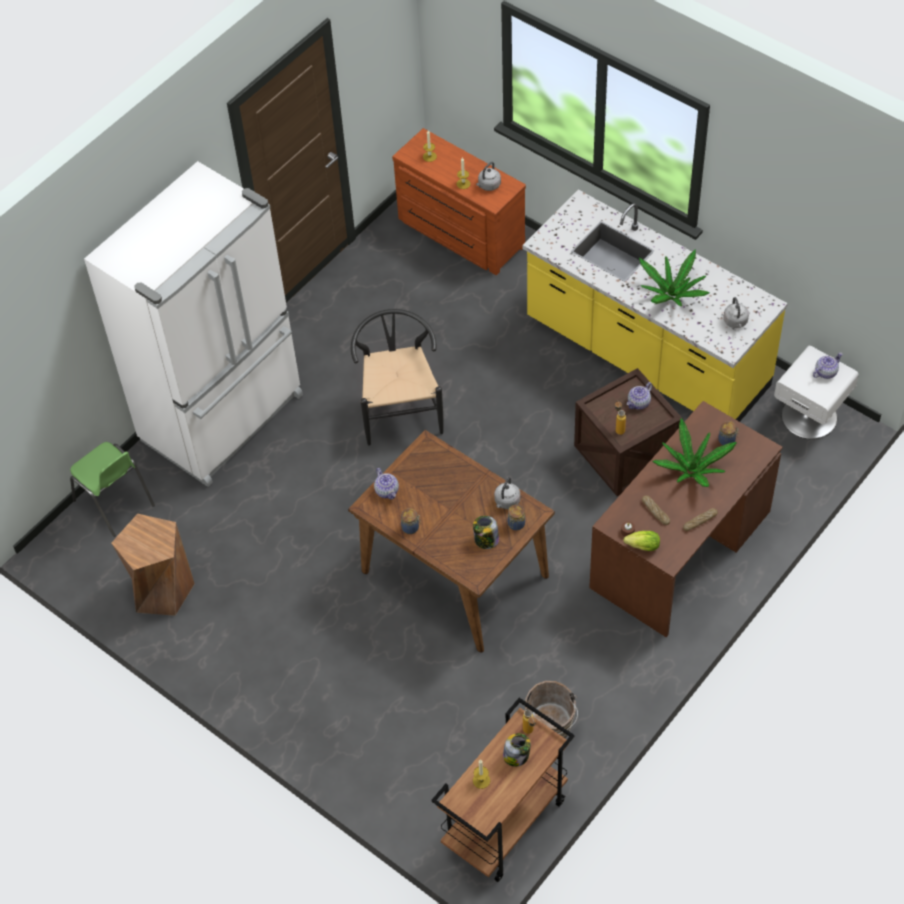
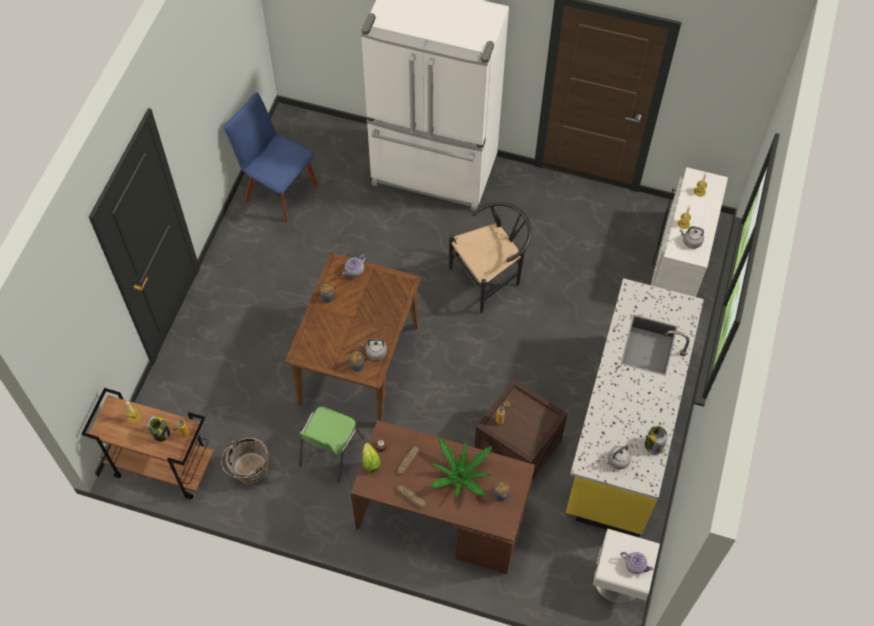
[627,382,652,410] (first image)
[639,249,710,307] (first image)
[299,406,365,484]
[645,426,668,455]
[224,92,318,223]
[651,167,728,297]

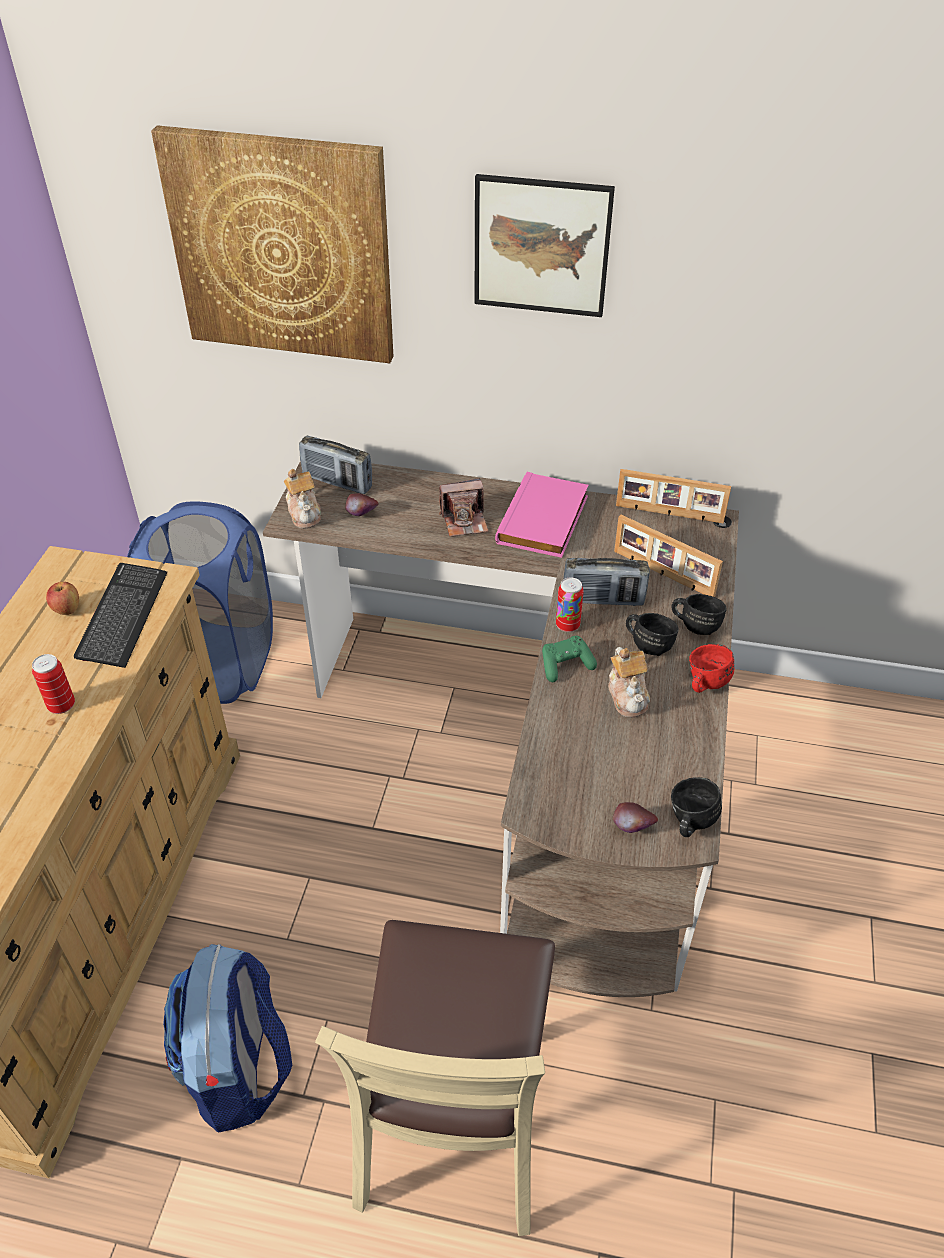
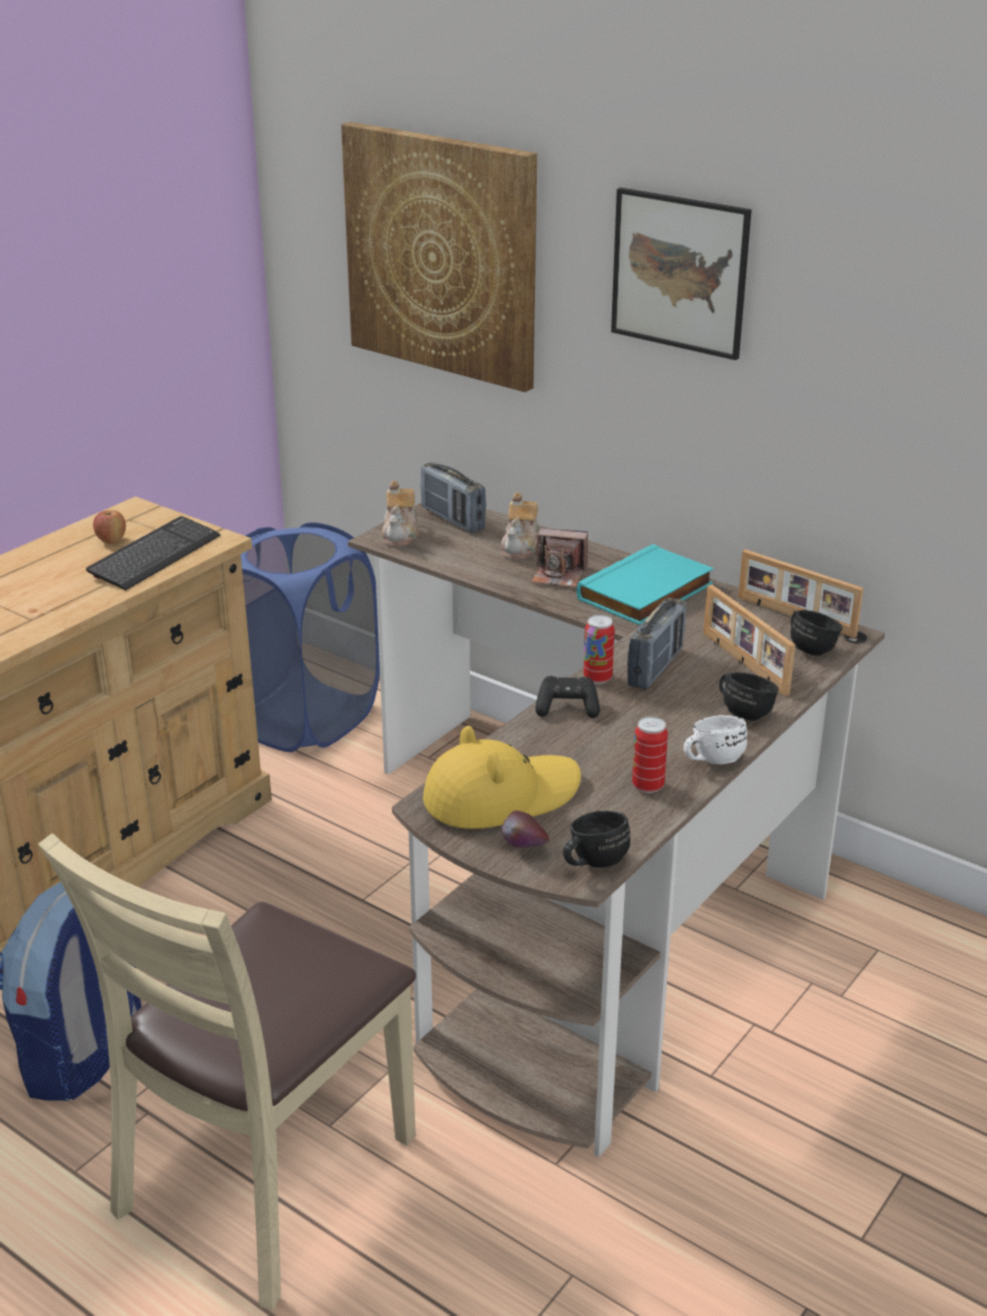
[345,493,379,516] (first image)
[423,726,581,829]
[632,716,668,793]
[501,492,539,560]
[791,610,842,656]
[577,544,714,625]
[535,676,600,718]
[684,715,747,764]
[627,598,686,689]

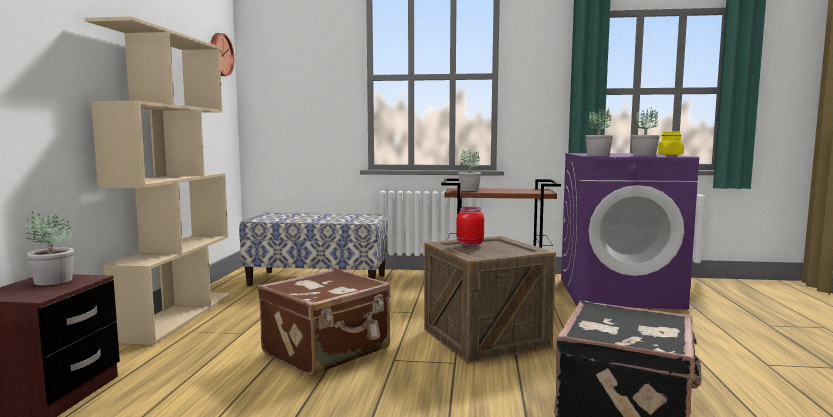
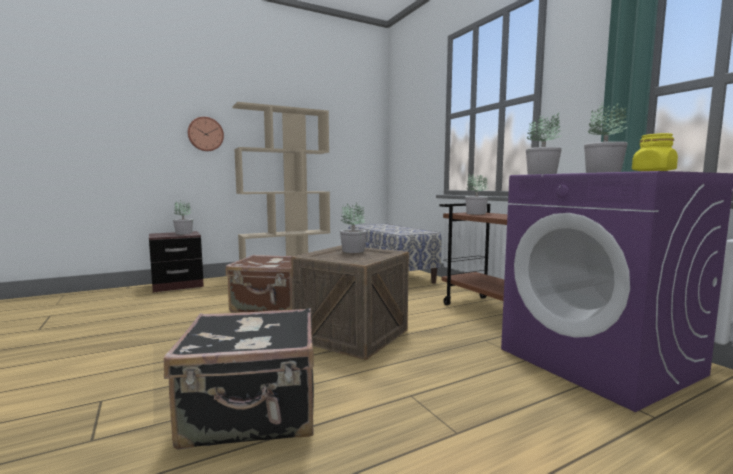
[187,117,224,151]
[340,202,367,253]

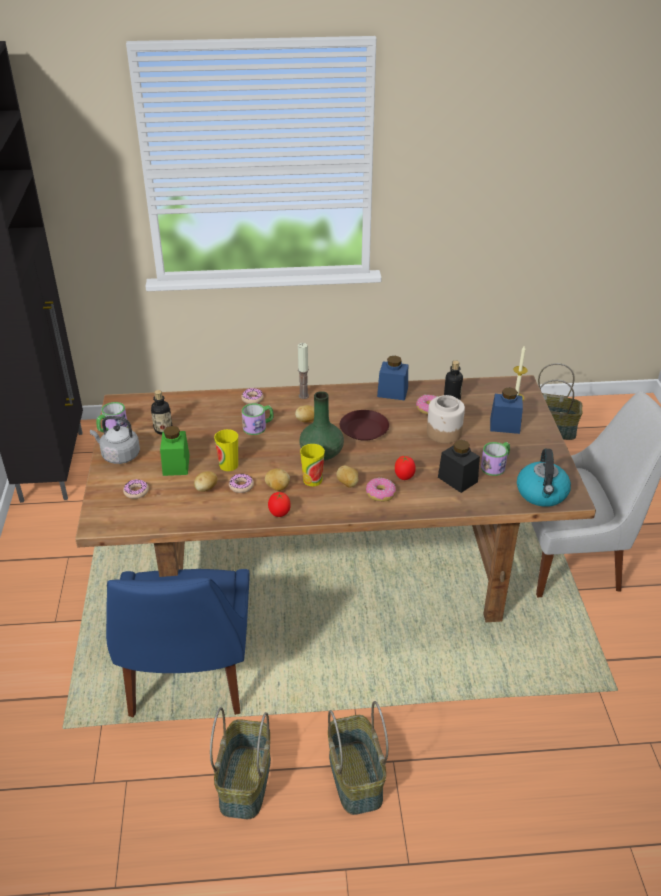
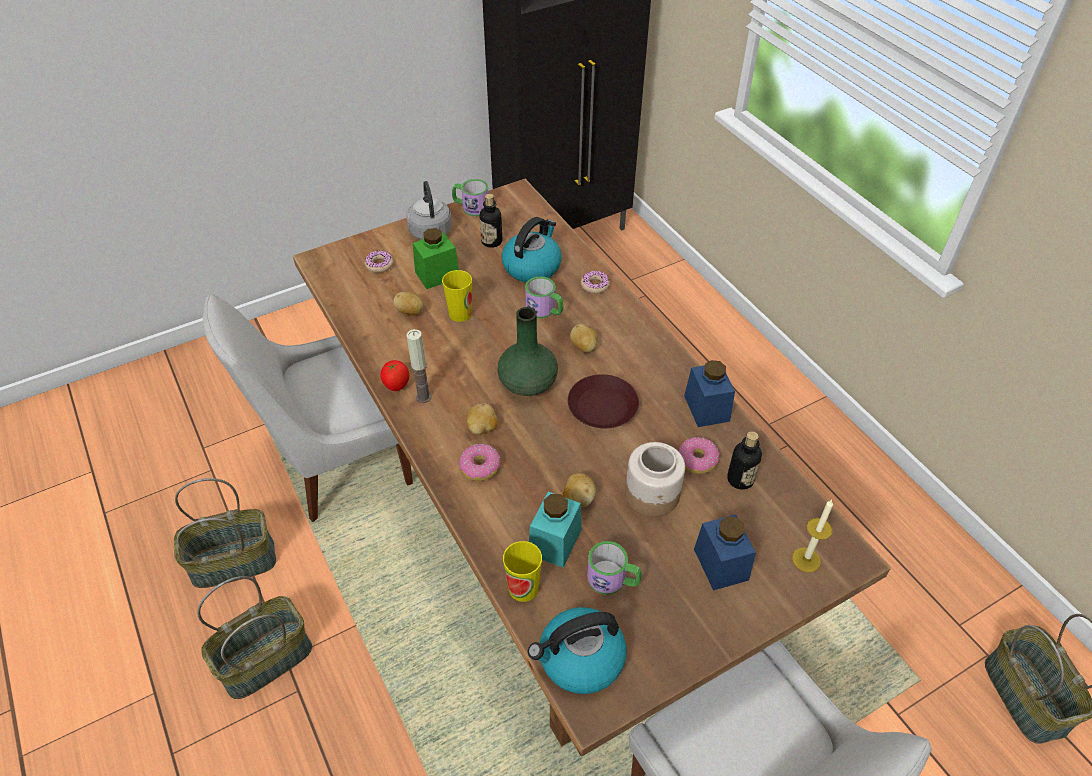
[229,474,254,493] (first image)
[395,456,416,480] (first image)
[502,217,562,283]
[563,473,596,508]
[406,329,431,403]
[503,541,542,602]
[203,294,413,522]
[529,492,582,568]

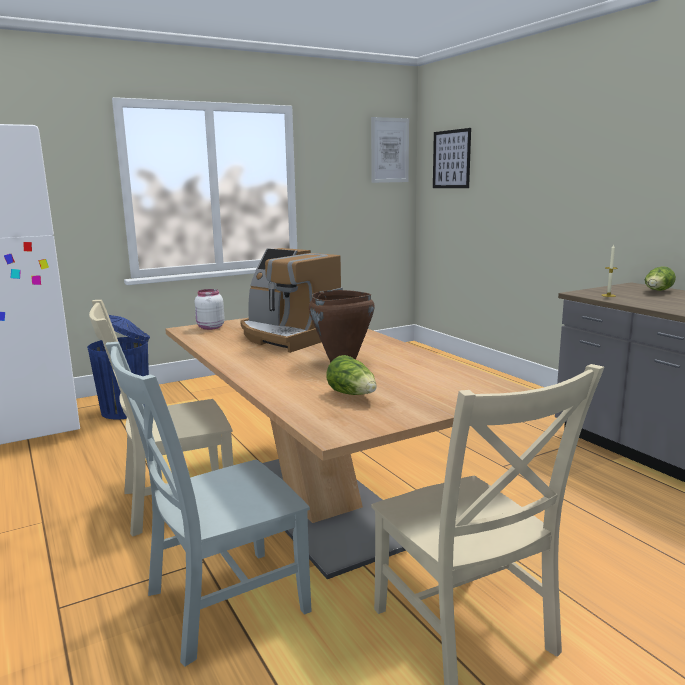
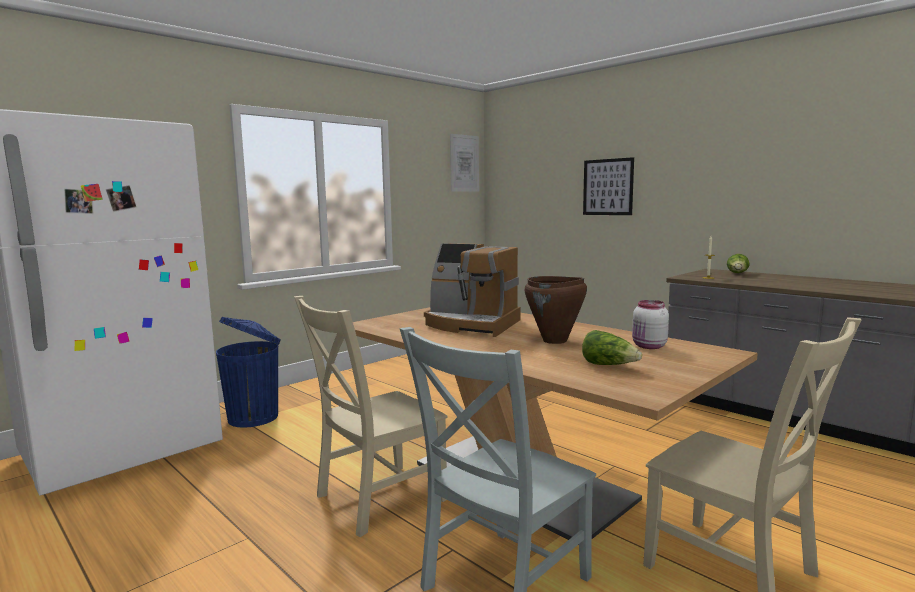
[632,300,669,349]
[583,157,634,215]

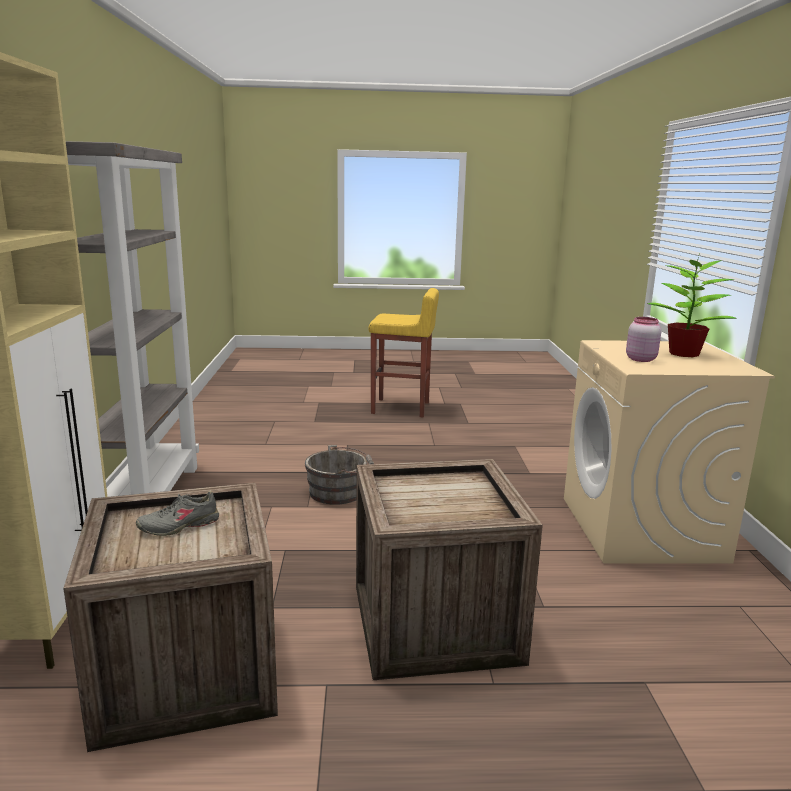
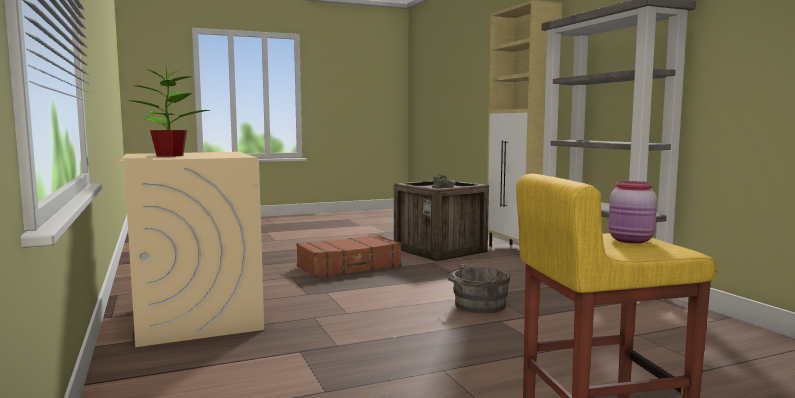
[608,181,657,243]
[296,234,401,278]

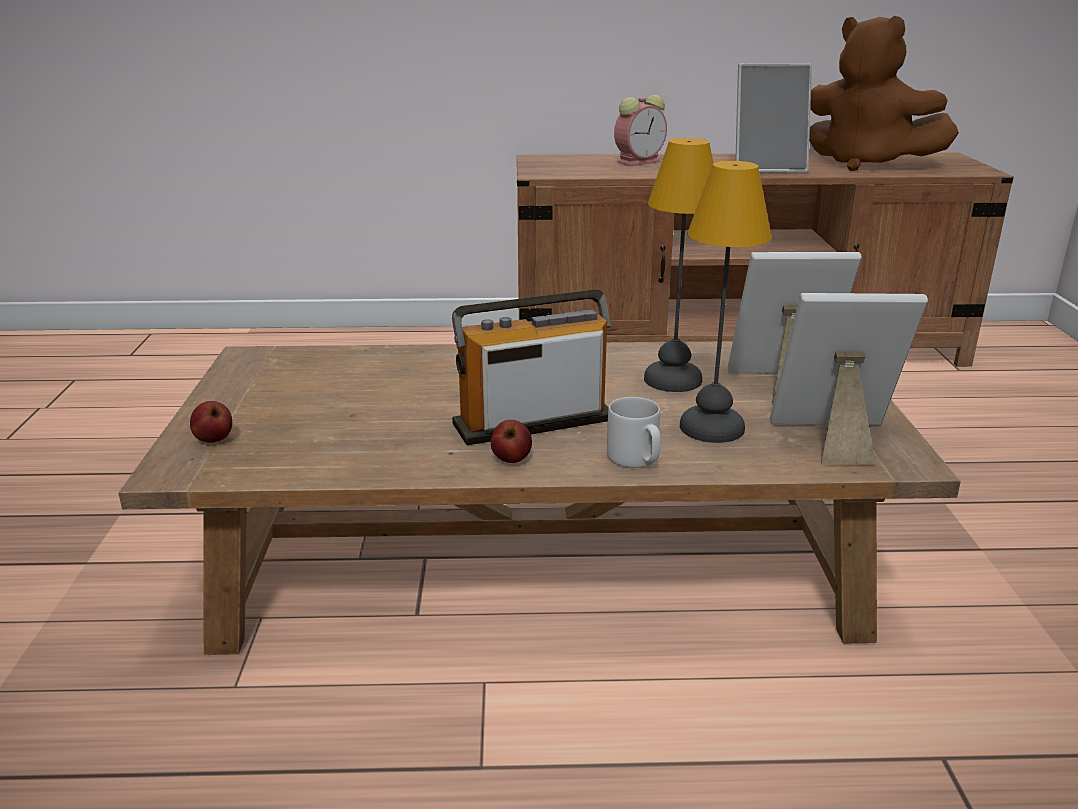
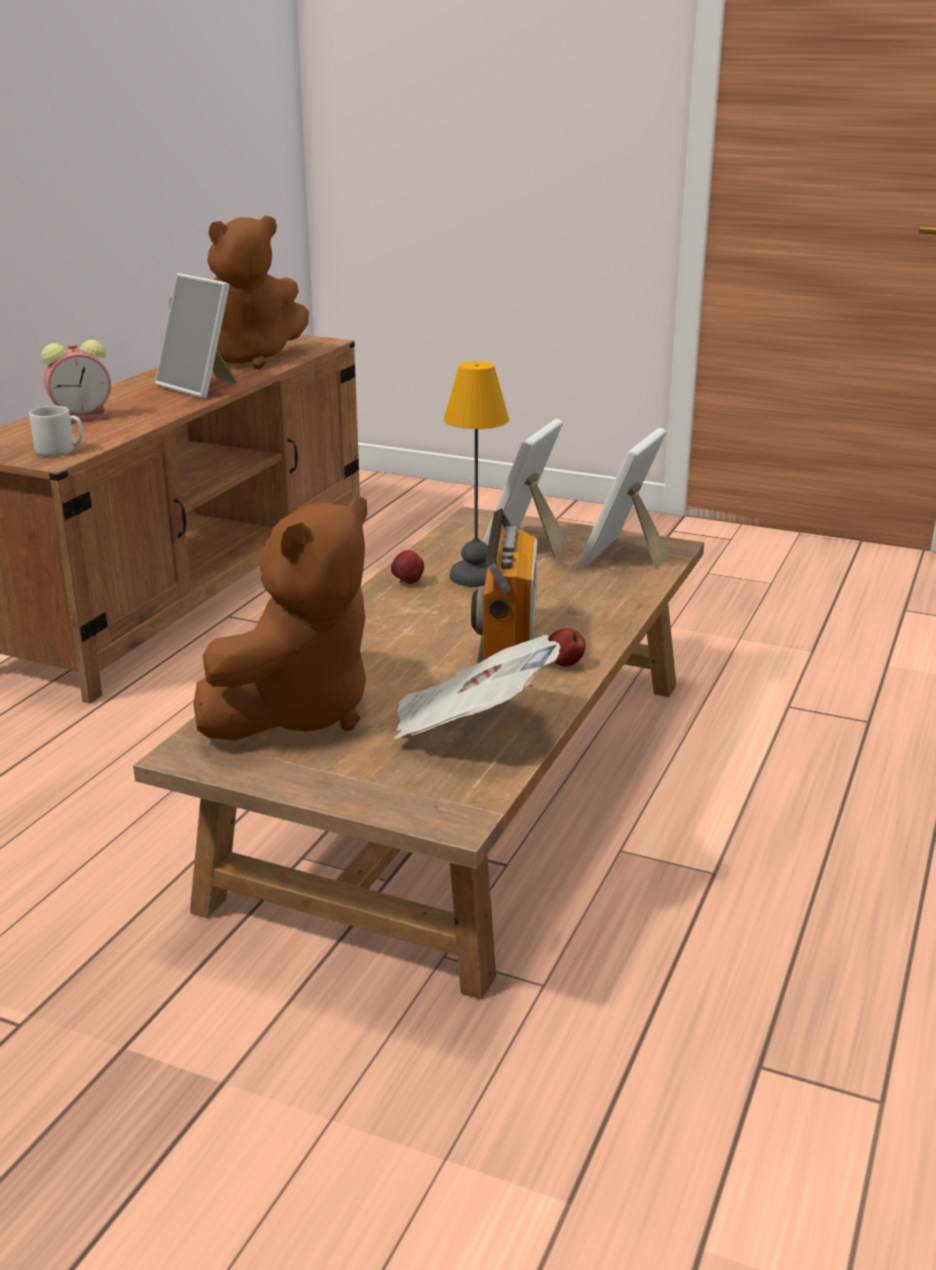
[680,161,772,443] (first image)
[193,497,367,741]
[394,635,560,739]
[391,550,424,584]
[29,406,83,456]
[42,340,111,422]
[155,273,238,398]

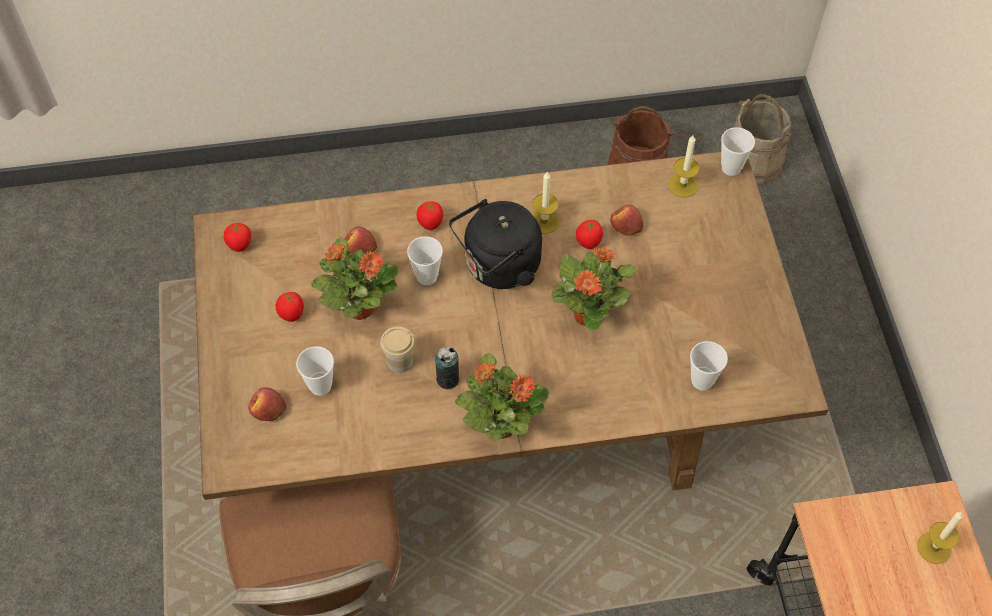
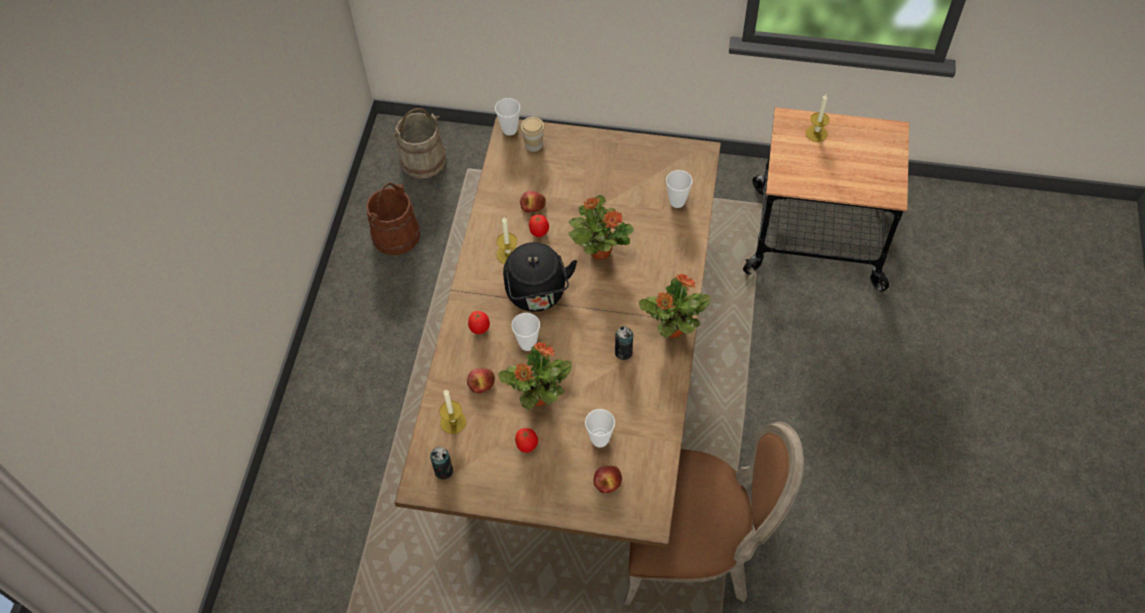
[521,117,545,152]
[439,389,466,434]
[430,447,453,479]

